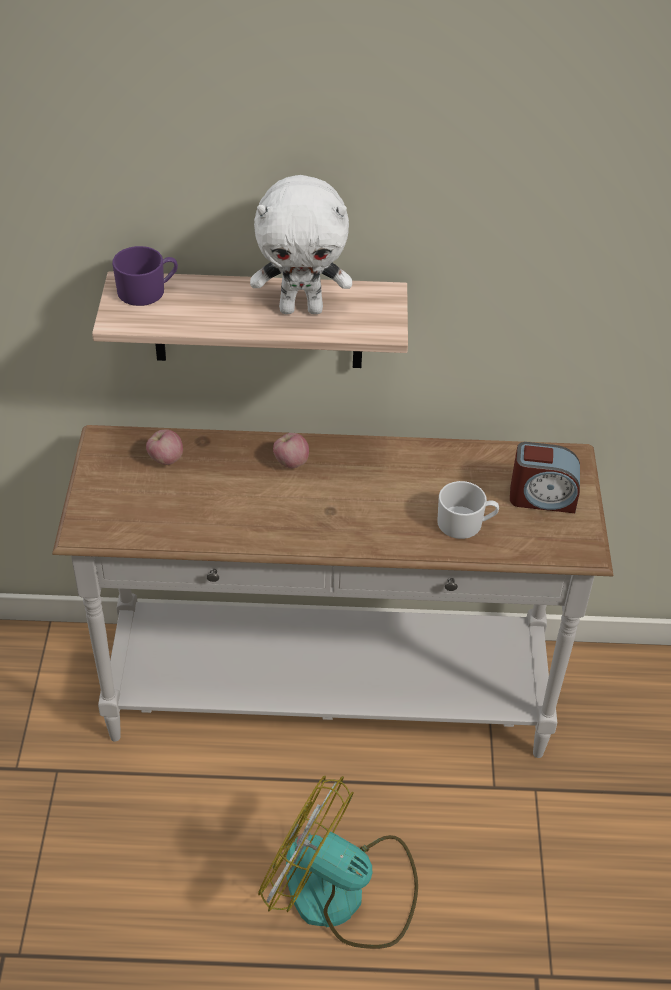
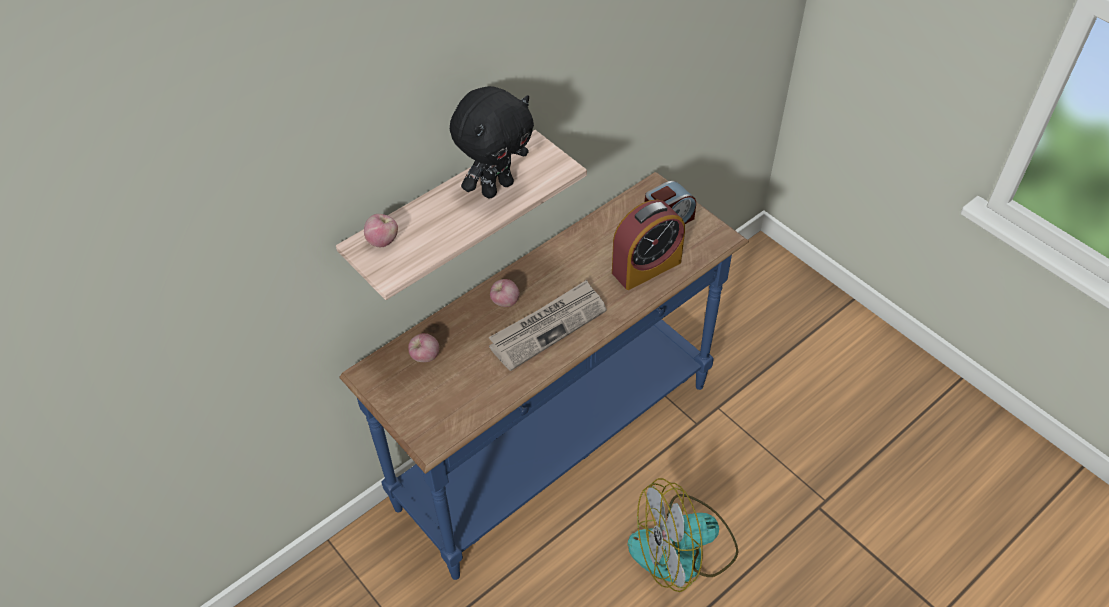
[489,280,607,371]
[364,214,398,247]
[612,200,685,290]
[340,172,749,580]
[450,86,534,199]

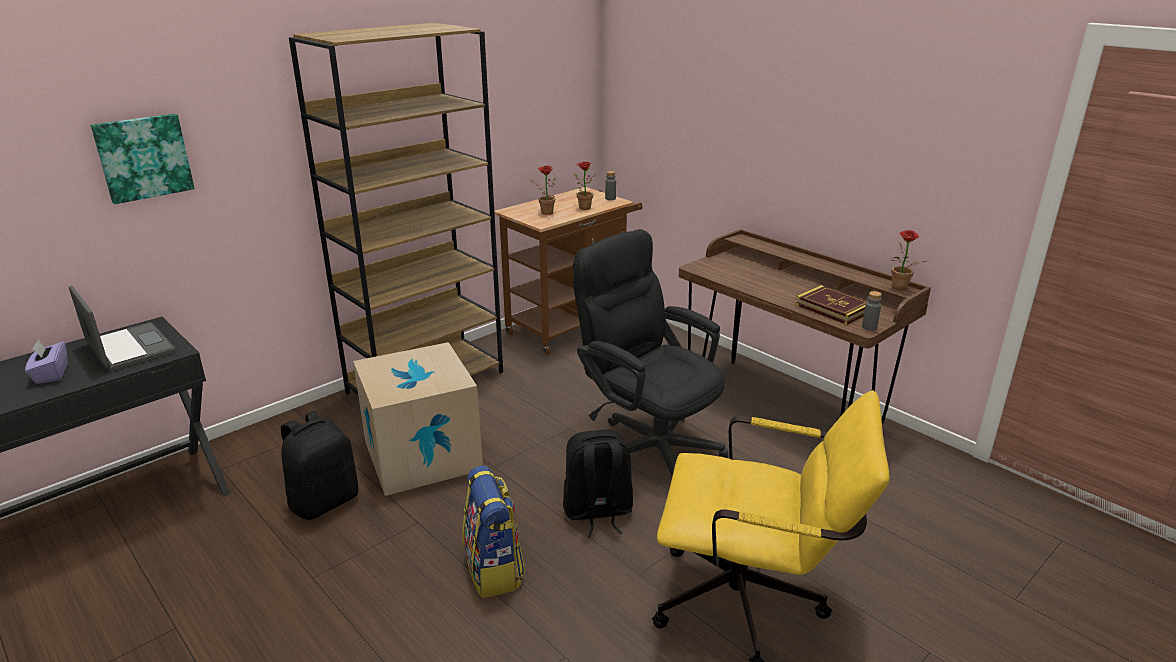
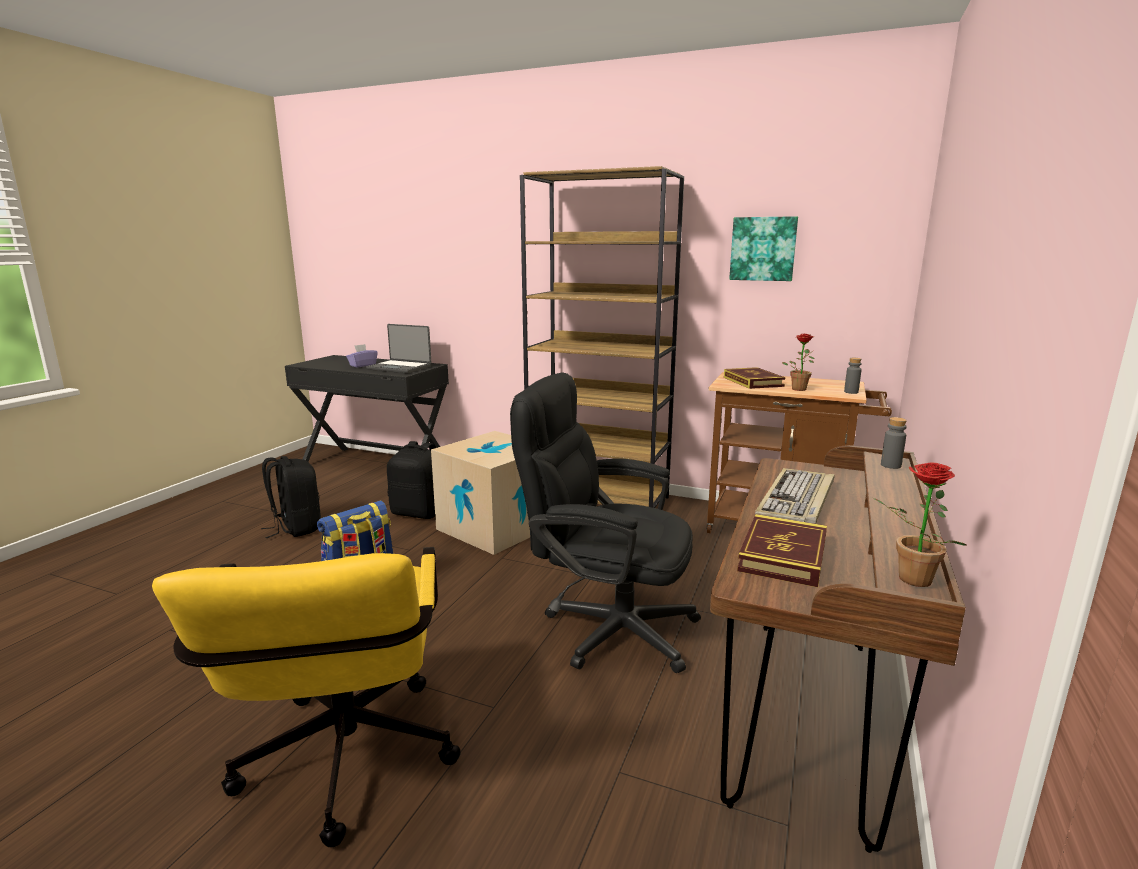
[755,468,835,524]
[729,216,798,281]
[261,456,321,539]
[881,417,907,469]
[724,367,785,389]
[366,324,431,373]
[510,372,701,673]

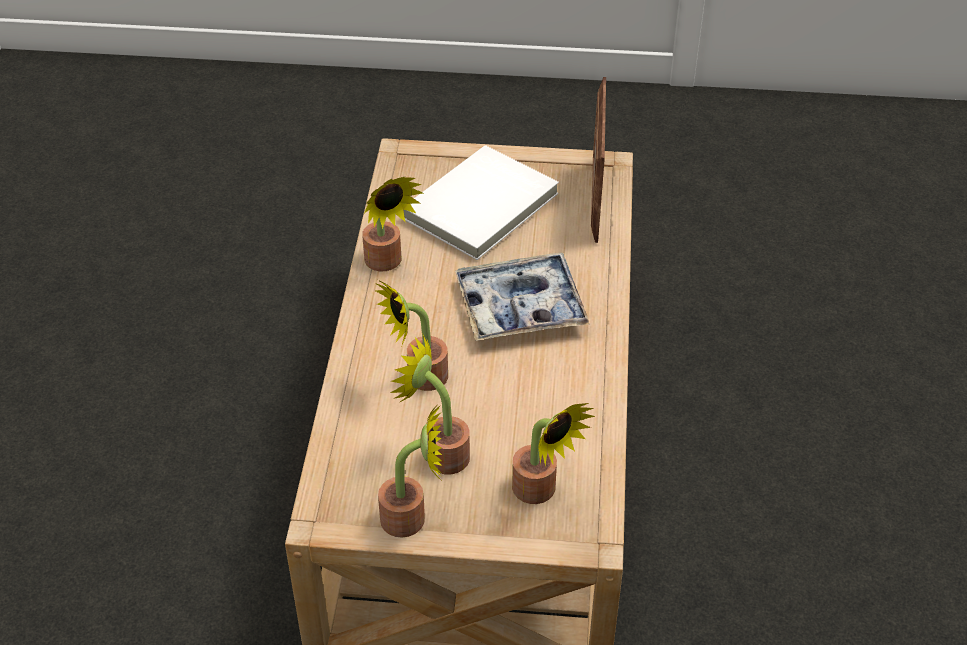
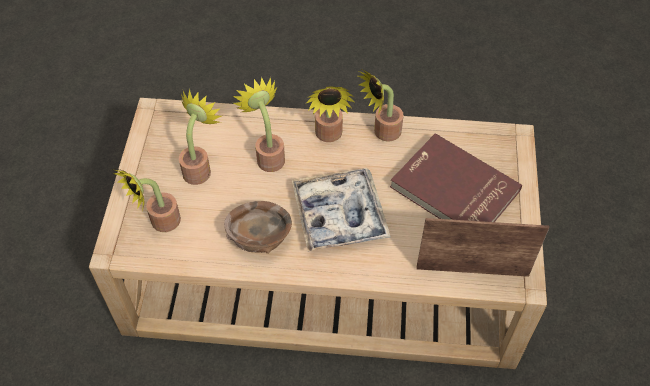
[224,201,292,254]
[306,86,356,142]
[390,133,522,222]

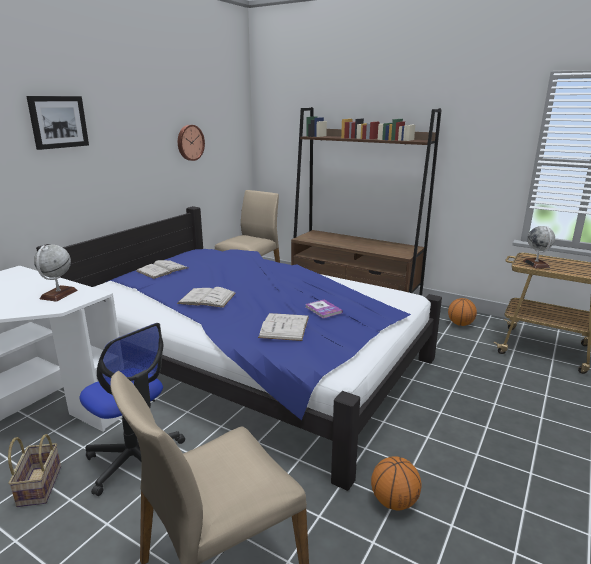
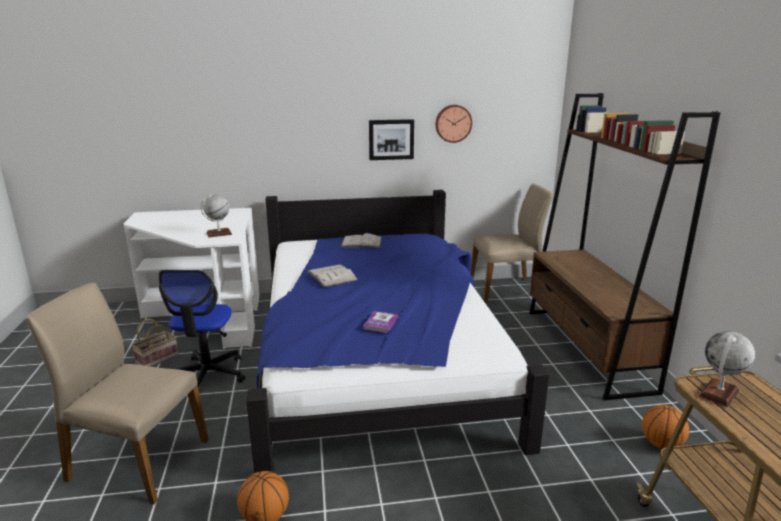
[258,313,309,341] (first image)
[369,119,414,160]

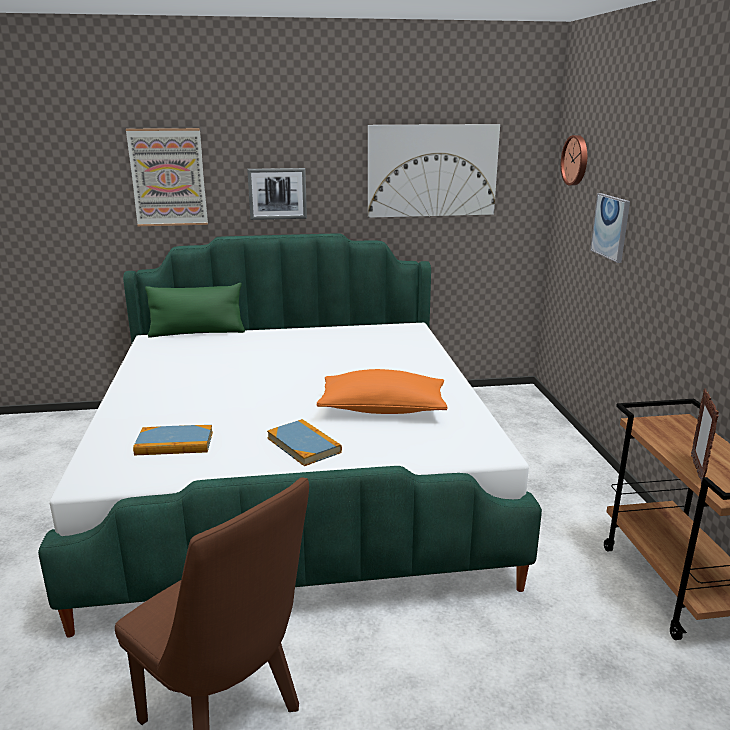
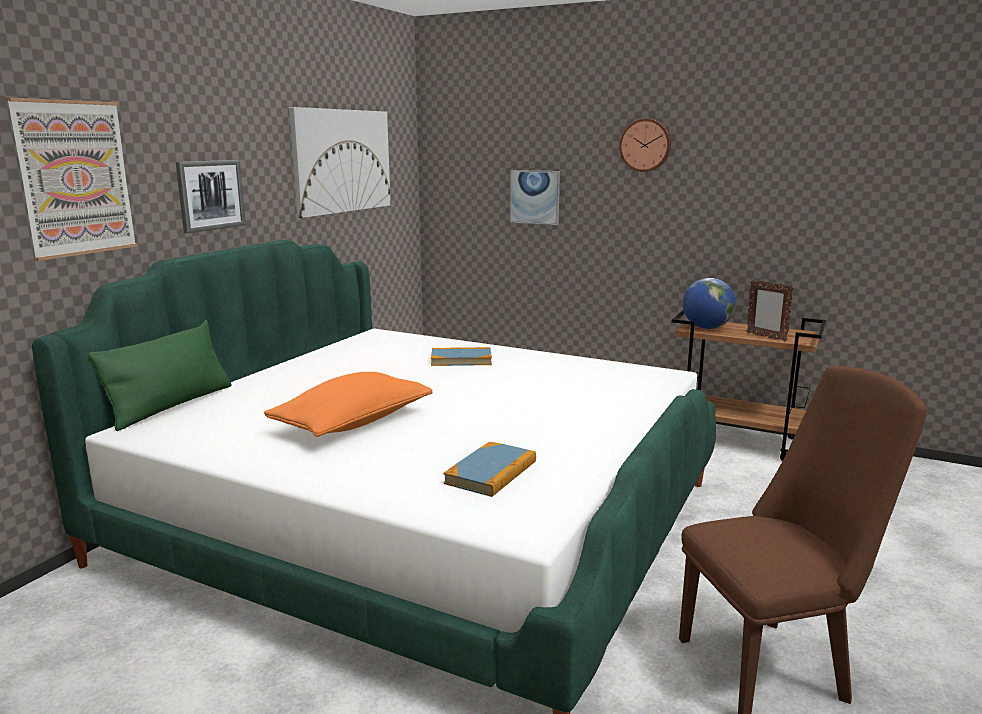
[683,278,736,329]
[431,347,492,366]
[264,372,433,437]
[619,119,671,172]

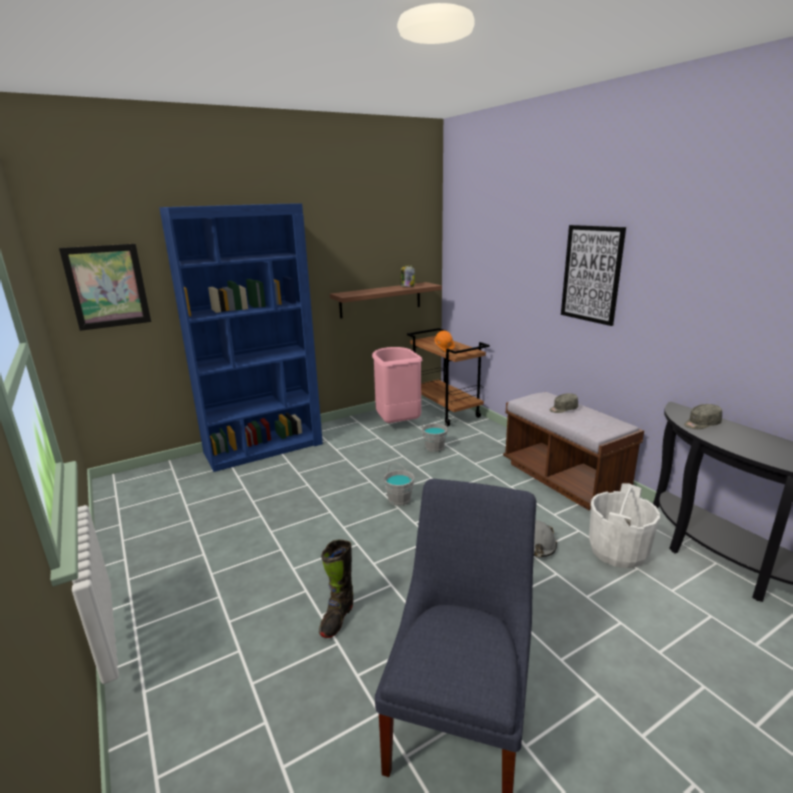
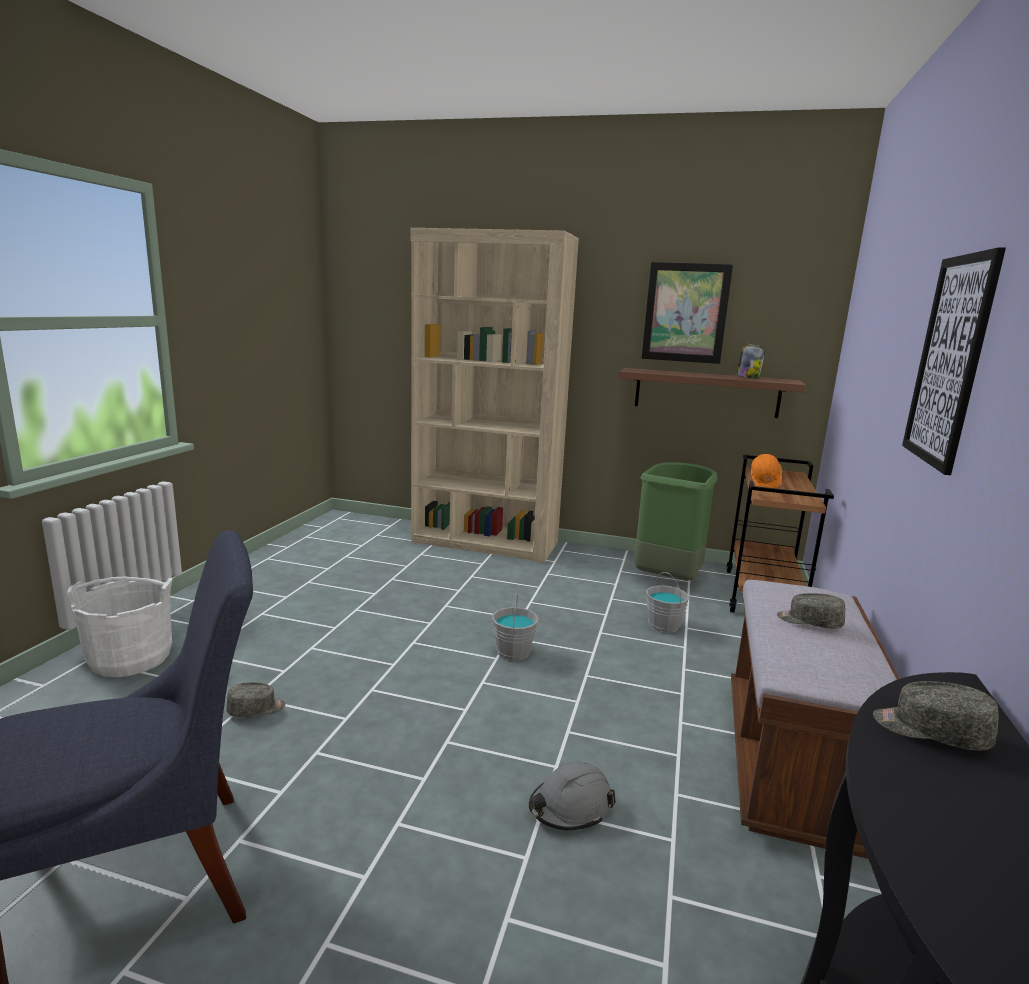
[642,262,733,364]
[67,577,173,677]
[226,682,285,717]
[410,228,579,563]
[634,462,718,581]

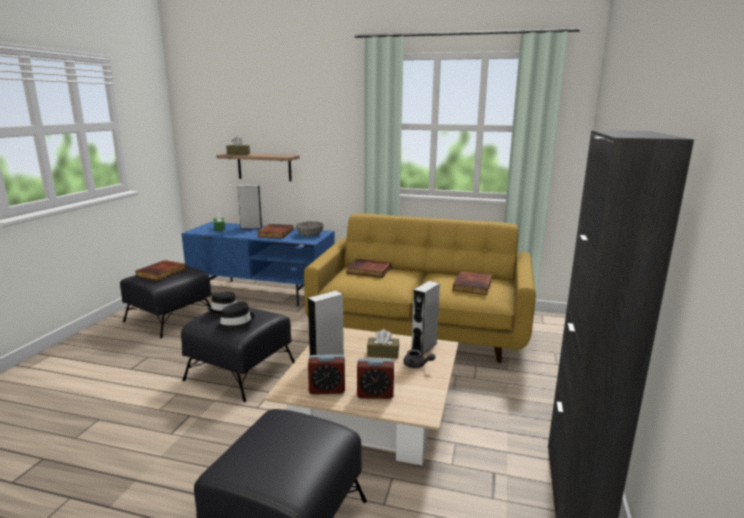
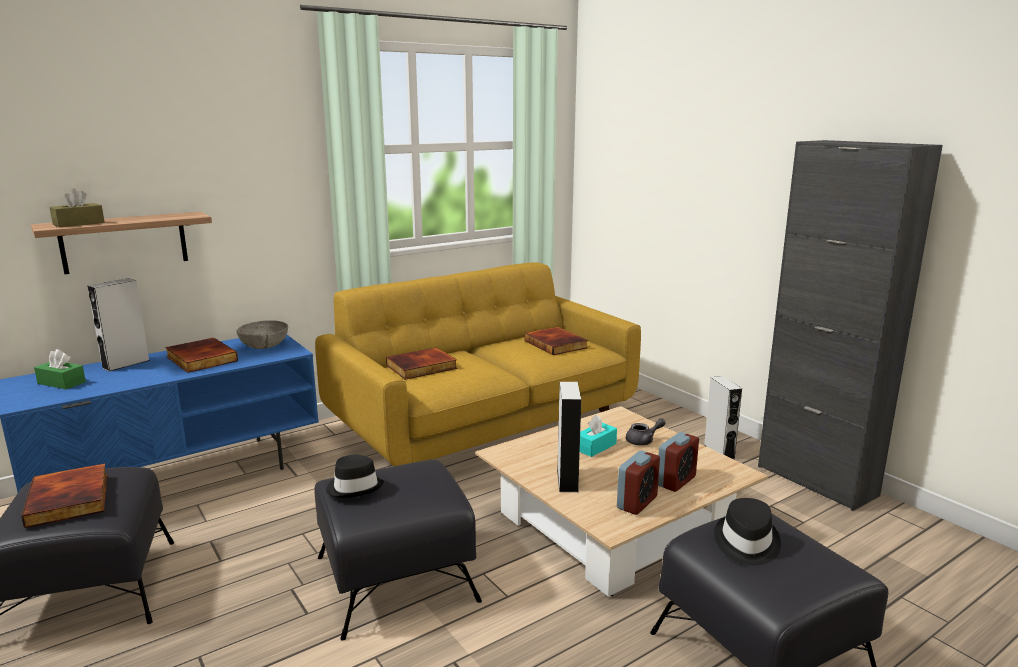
[714,498,781,566]
[704,376,742,459]
[580,414,617,457]

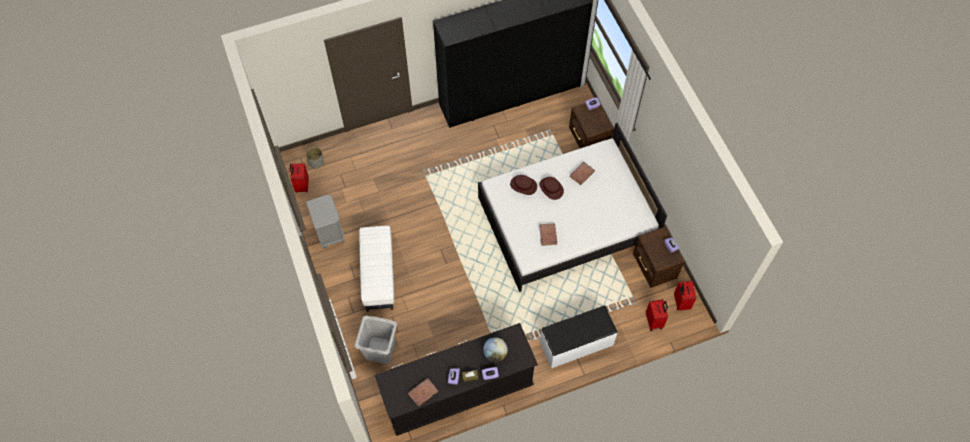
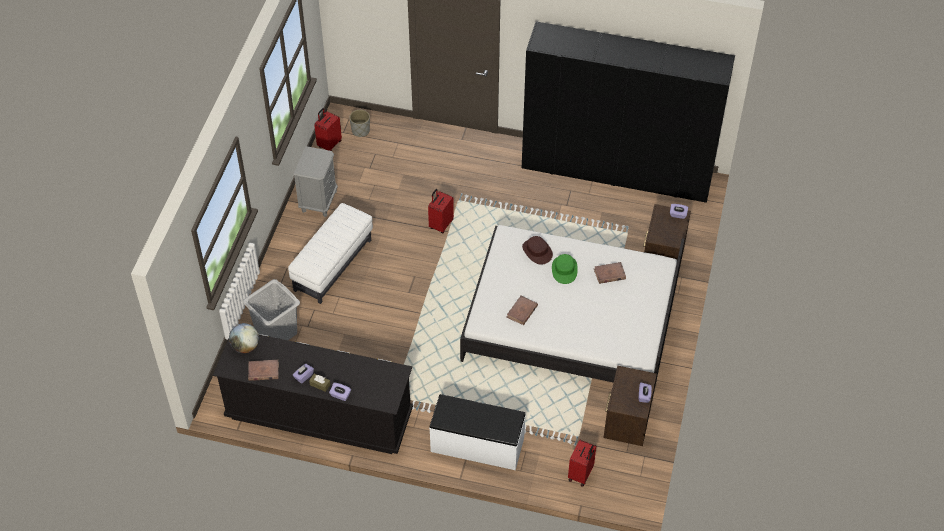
[229,323,259,353]
[428,189,454,233]
[552,254,578,284]

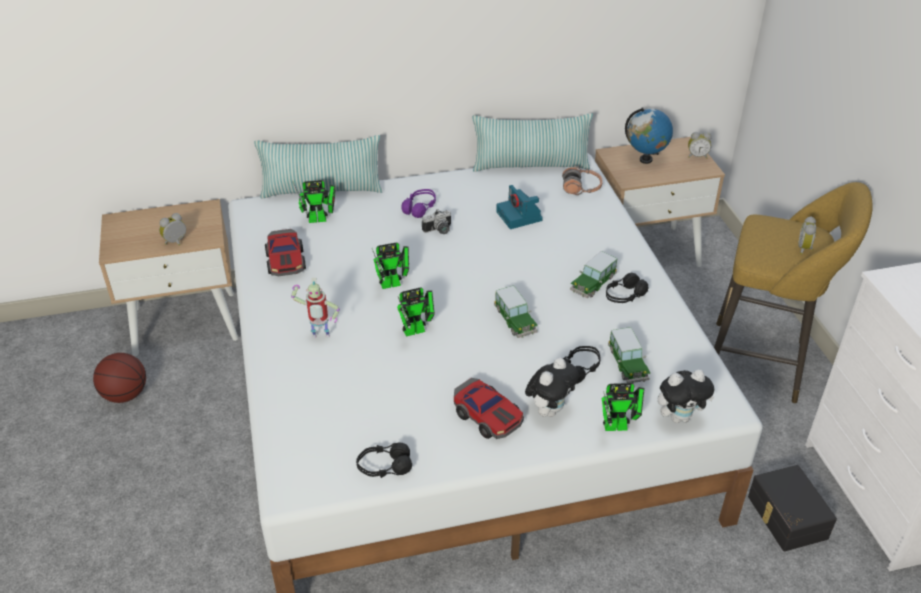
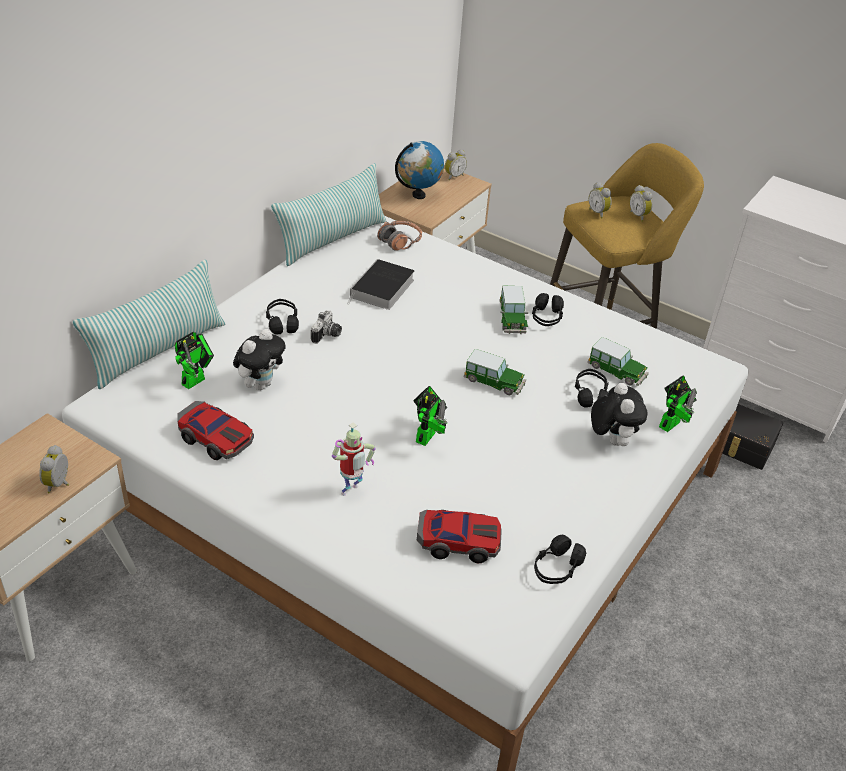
[93,353,146,403] (first image)
[372,243,409,289] (first image)
[589,182,612,219]
[417,510,502,563]
[233,329,285,390]
[347,259,414,310]
[266,299,299,335]

